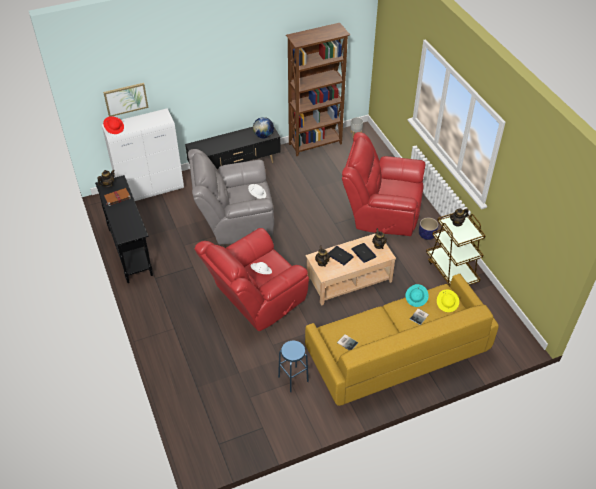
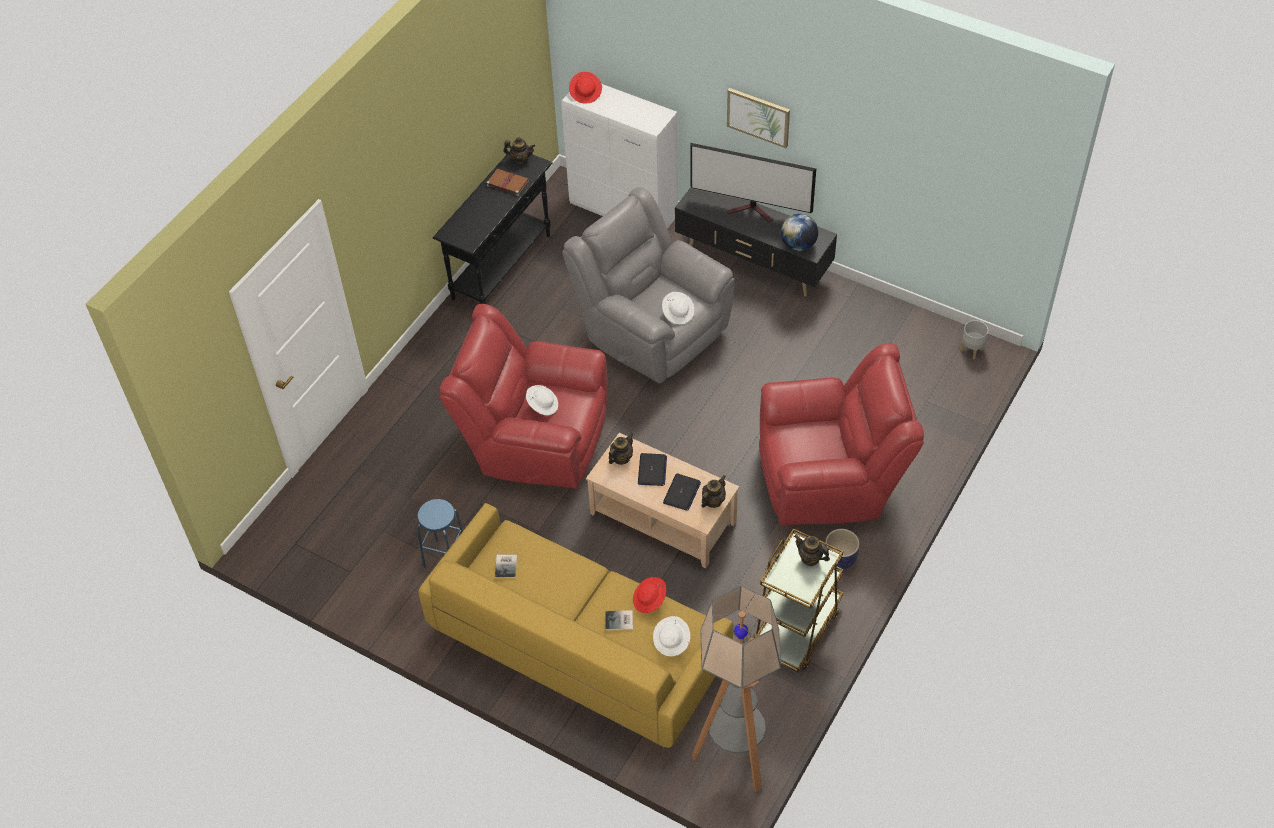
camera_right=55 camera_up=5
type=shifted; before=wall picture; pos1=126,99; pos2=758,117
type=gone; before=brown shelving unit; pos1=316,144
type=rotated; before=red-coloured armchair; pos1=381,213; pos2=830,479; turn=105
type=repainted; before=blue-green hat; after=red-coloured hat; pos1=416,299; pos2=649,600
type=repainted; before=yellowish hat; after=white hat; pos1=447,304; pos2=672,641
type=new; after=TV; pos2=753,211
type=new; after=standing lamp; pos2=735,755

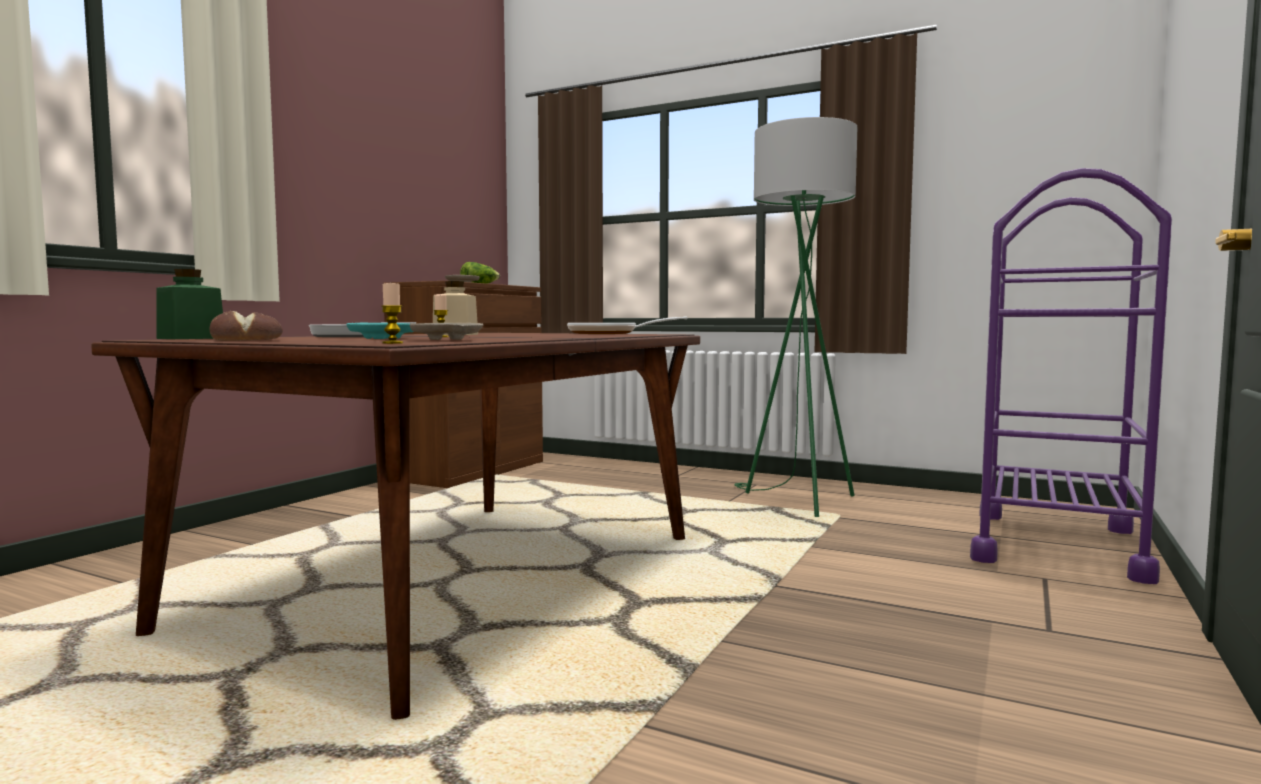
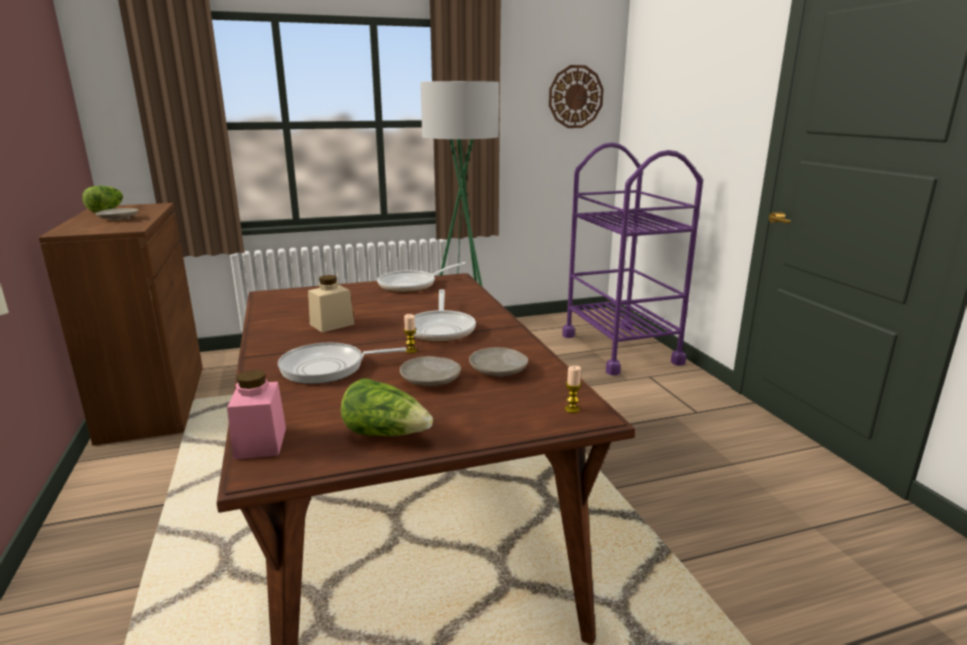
camera_right=-45 camera_up=15
type=repainted; before=green jar; after=pinkish jar; pos1=191,338; pos2=260,443
type=swapped; before=baked bread; after=lettuce; pos1=247,340; pos2=386,434
type=repainted; before=blue-green plate; after=beige plate; pos1=383,338; pos2=431,380
type=new; after=skillet; pos2=441,329
type=new; after=clock on the wall; pos2=575,97

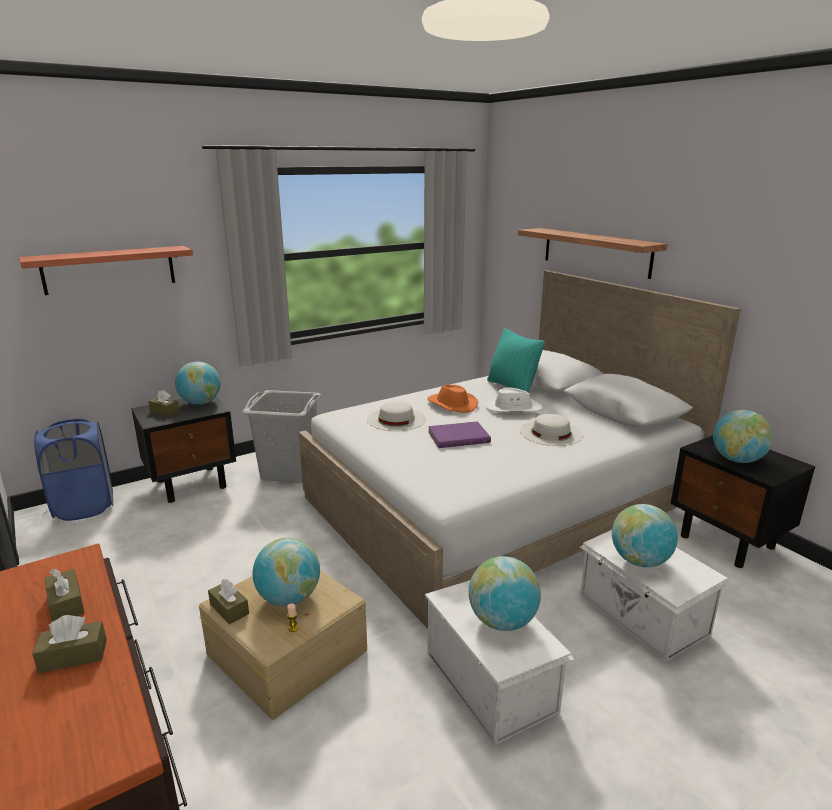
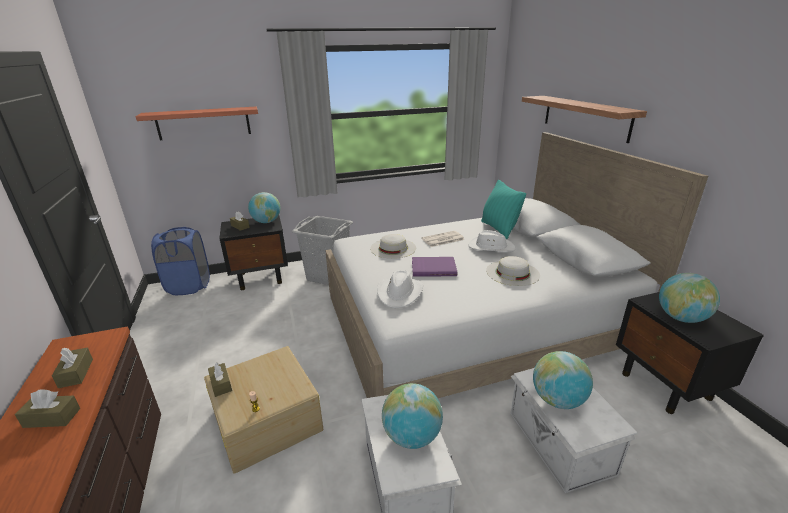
camera_right=15 camera_up=5
type=gone; before=desk globe; pos1=289,598
type=swapped; before=orange hat; after=daily paper; pos1=451,404; pos2=442,239
type=new; after=white hat; pos2=400,293

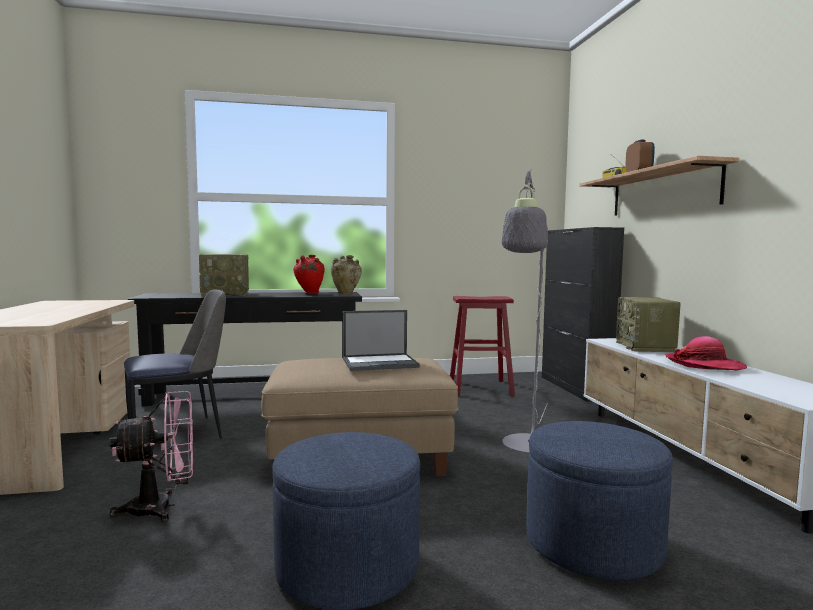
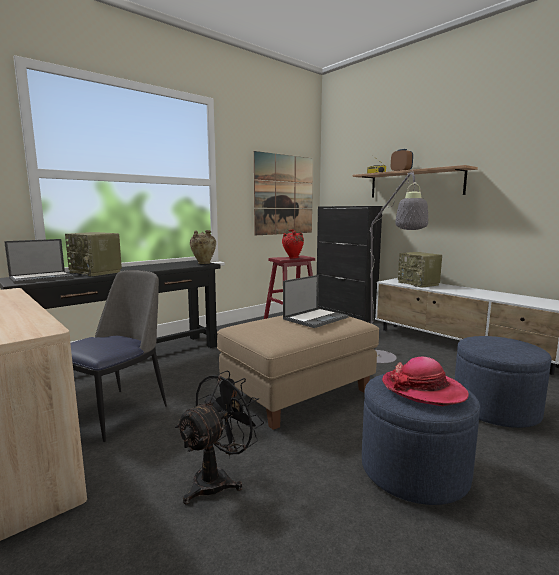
camera_right=-30 camera_up=5
type=repainted; before=pinkish cooling fan; after=black-coloured cooling fan; pos1=162,507; pos2=218,479
type=rotated; before=radio set; pos1=226,294; pos2=96,272; turn=75
type=shifted; before=red-coloured decorative vase; pos1=309,294; pos2=292,258
type=shifted; before=hat; pos1=704,365; pos2=423,389
type=new; after=laptop; pos2=42,278
type=new; after=wall picture; pos2=284,195

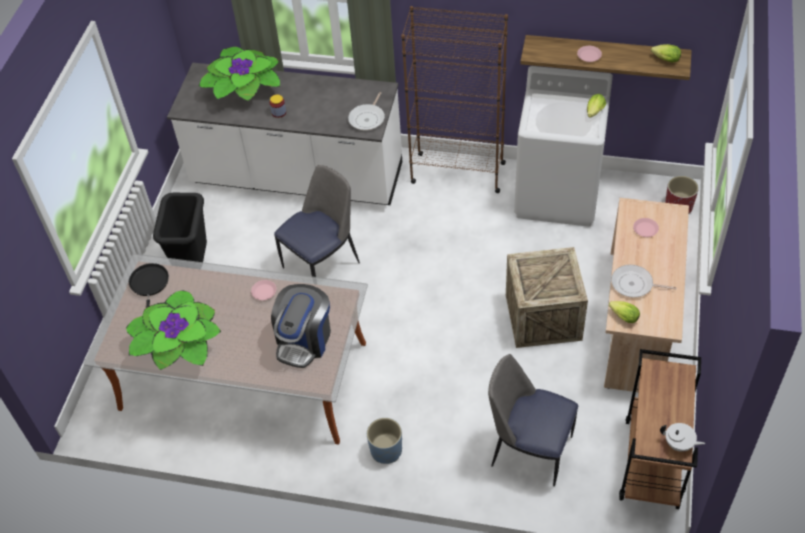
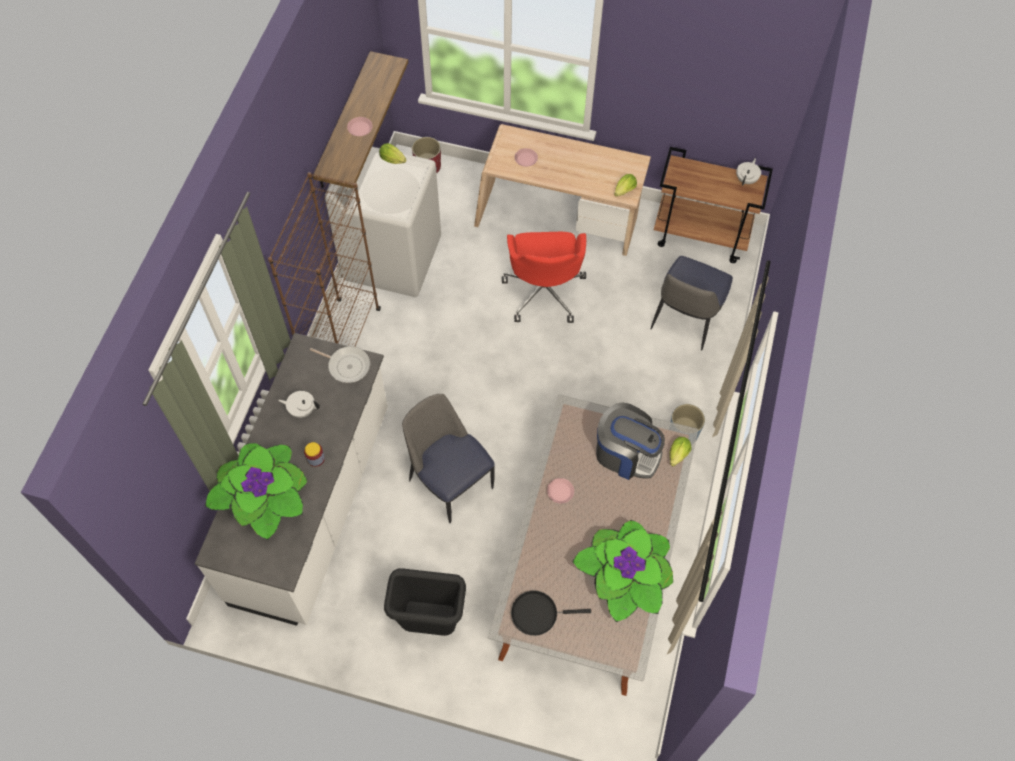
camera_right=-90 camera_up=10
type=swapped; before=shipping crate; after=red-coloured office chair; pos1=543,317; pos2=544,291
type=gone; before=skillet; pos1=634,284
type=shifted; before=lettuce; pos1=664,59; pos2=677,456
type=new; after=white tea pot; pos2=302,409

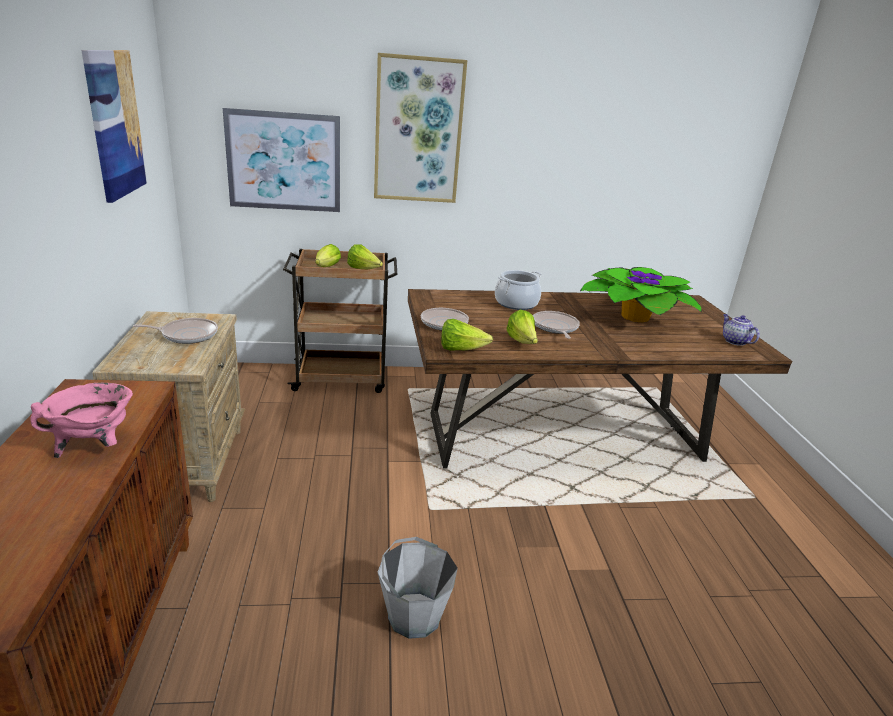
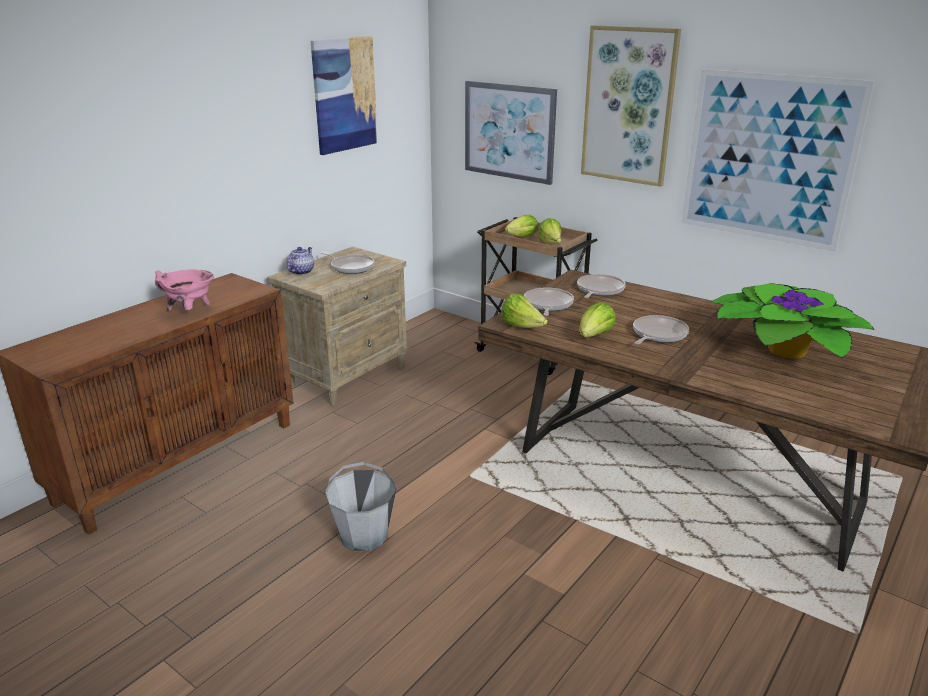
camera_right=45 camera_up=0
type=gone; before=saucepot; pos1=516,303
type=shifted; before=tea pot; pos1=734,341; pos2=301,271
type=new; after=skillet; pos2=599,290
type=new; after=wall picture; pos2=768,158

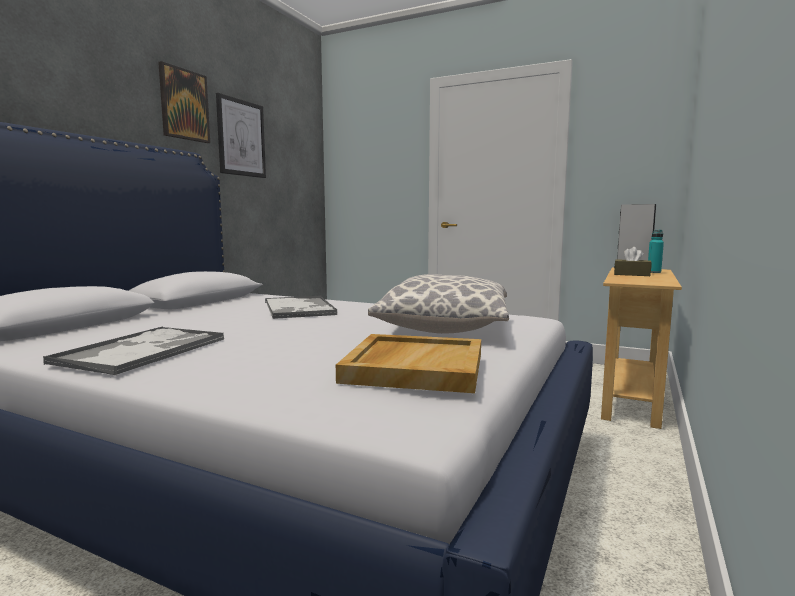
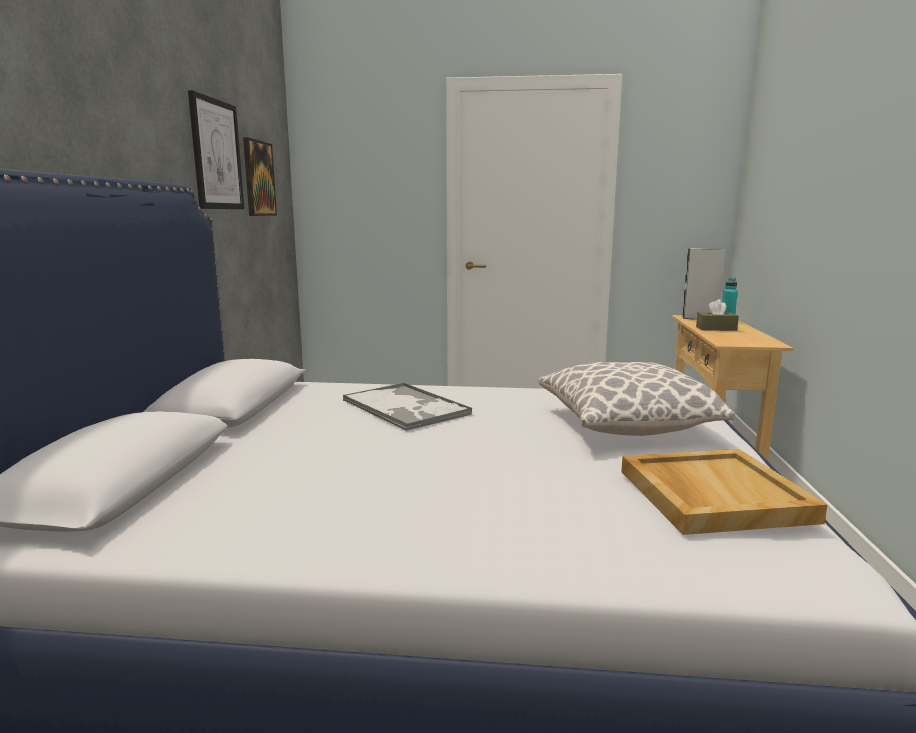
camera_right=-20 camera_up=5
type=gone; before=carrying tray; pos1=143,350
type=shifted; before=wall picture; pos1=184,105; pos2=258,178

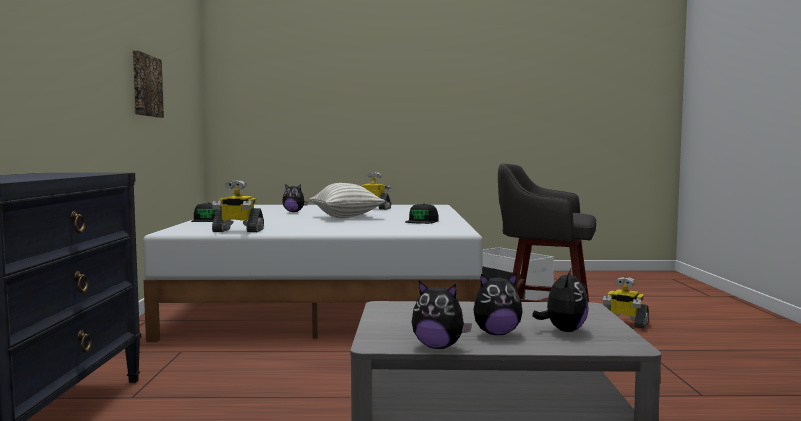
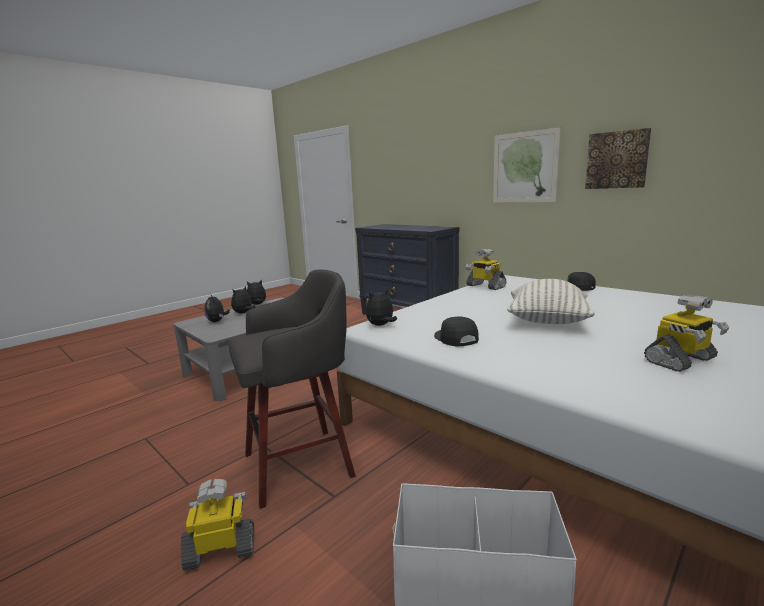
camera_right=135 camera_up=10
type=rotated; before=toy robot; pos1=237,231; pos2=485,286; turn=-90
type=shifted; before=soft toy; pos1=294,212; pos2=381,325
type=new; after=wall picture; pos2=524,167

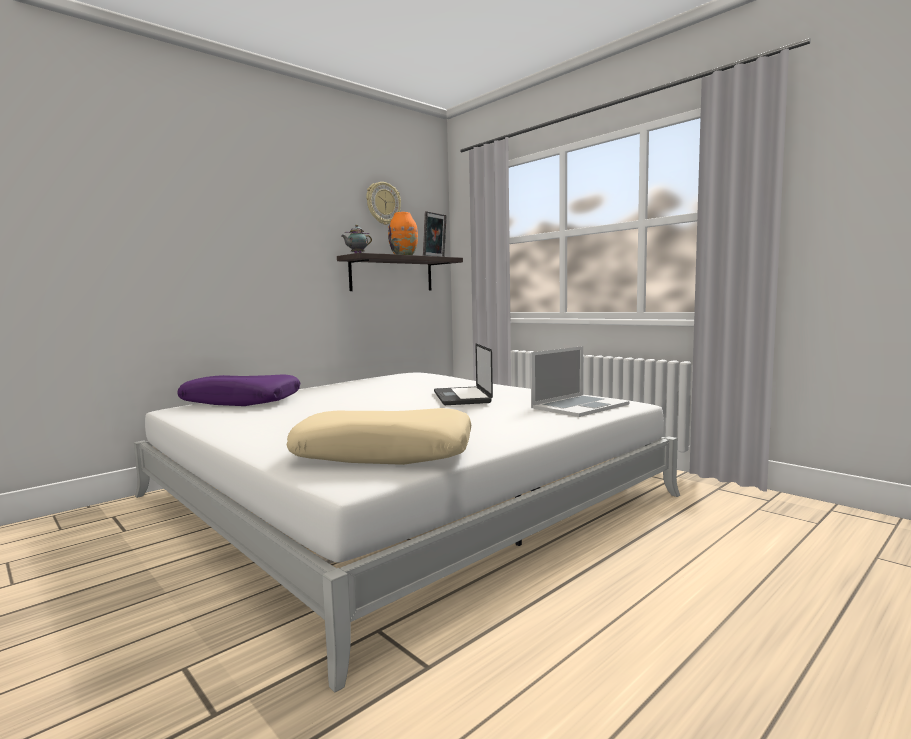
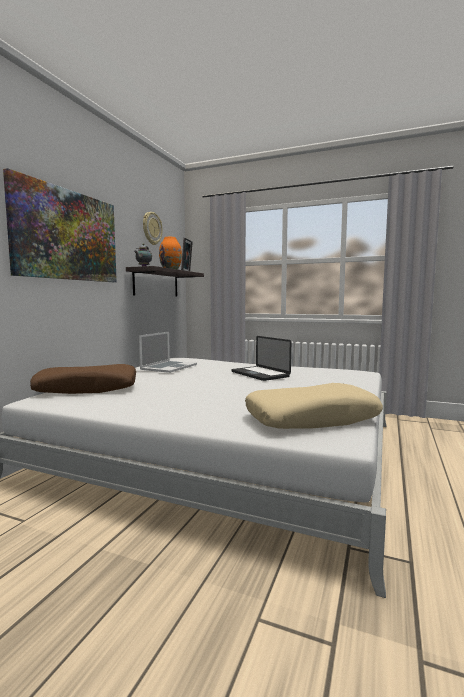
camera_right=-25 camera_up=0
type=repainted; before=purple-coloured throw pillow; after=brown throw pillow; pos1=242,401; pos2=87,389
type=shifted; before=laptop; pos1=579,406; pos2=168,367
type=new; after=wall picture; pos2=67,235

